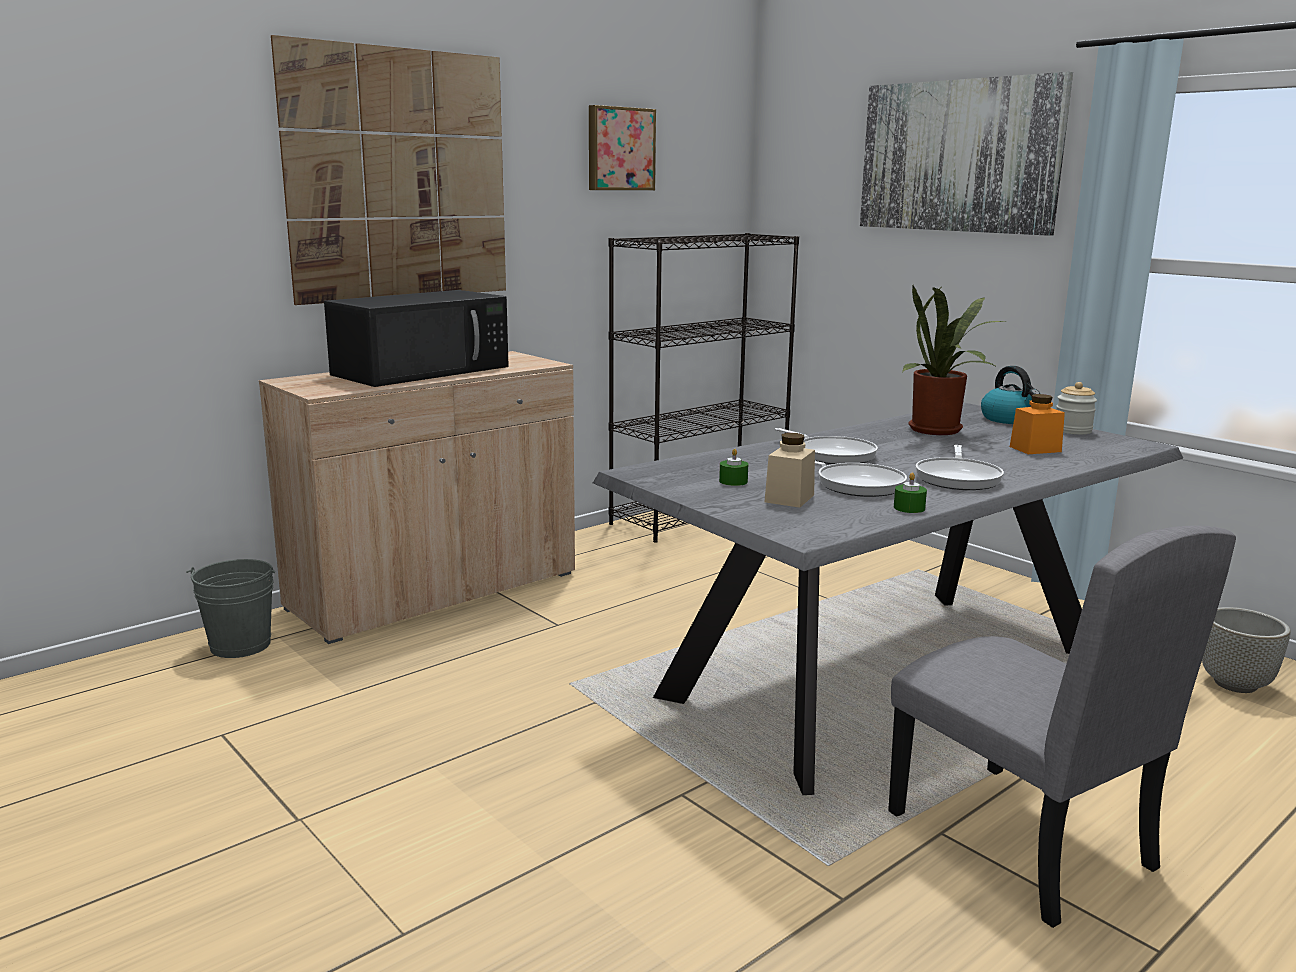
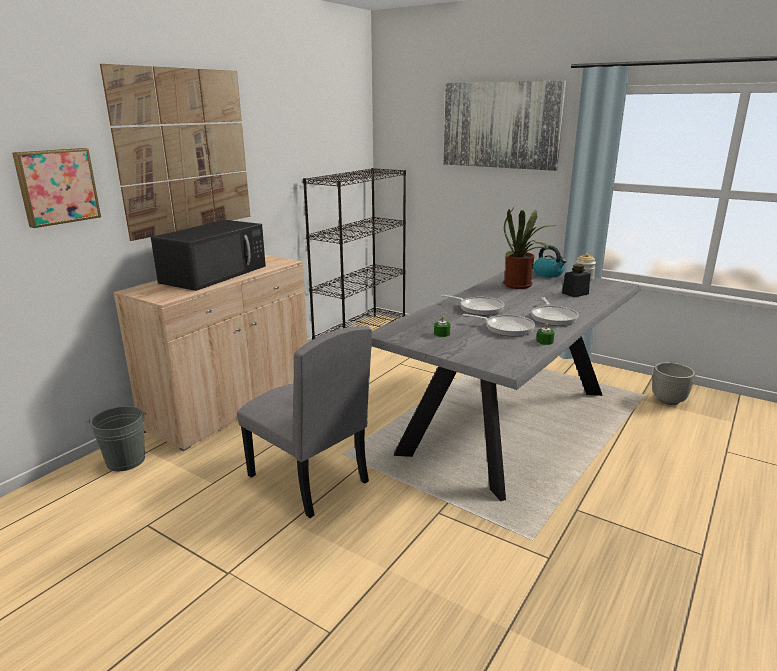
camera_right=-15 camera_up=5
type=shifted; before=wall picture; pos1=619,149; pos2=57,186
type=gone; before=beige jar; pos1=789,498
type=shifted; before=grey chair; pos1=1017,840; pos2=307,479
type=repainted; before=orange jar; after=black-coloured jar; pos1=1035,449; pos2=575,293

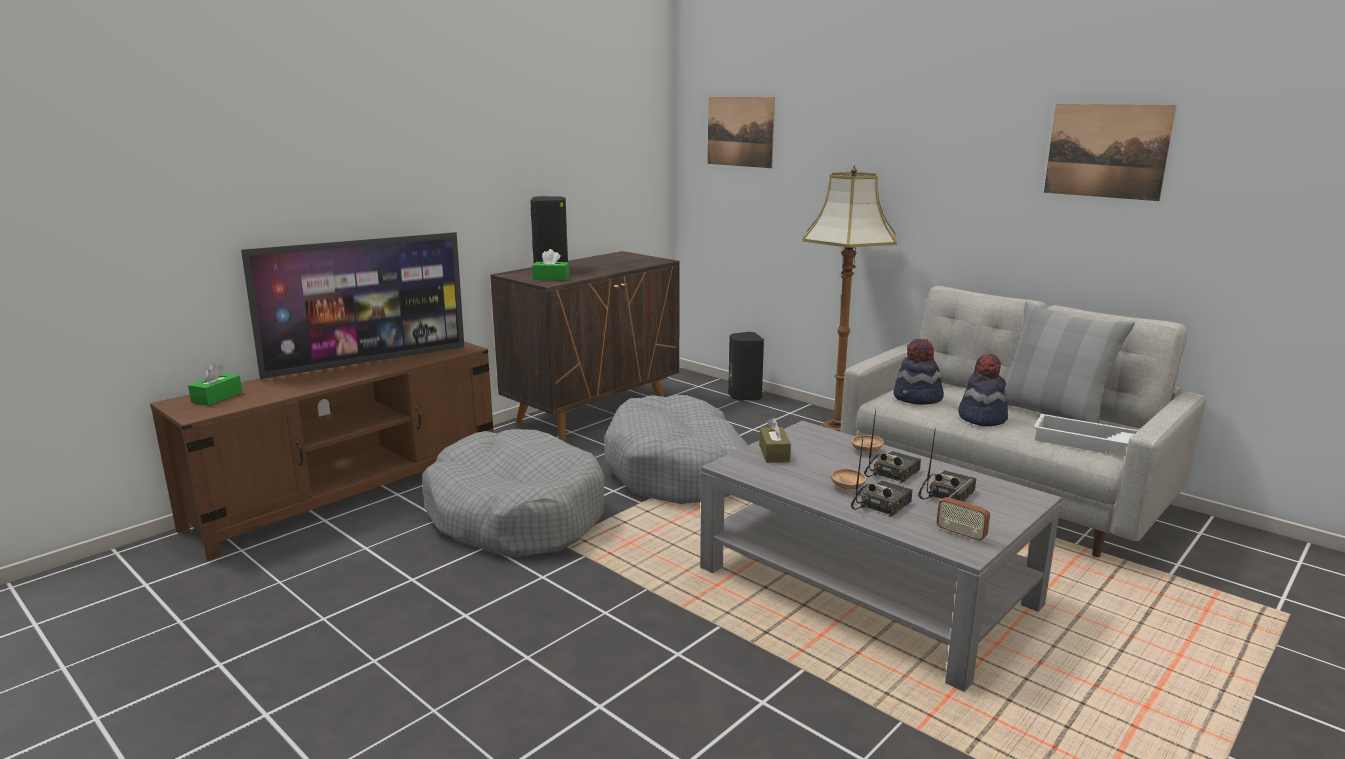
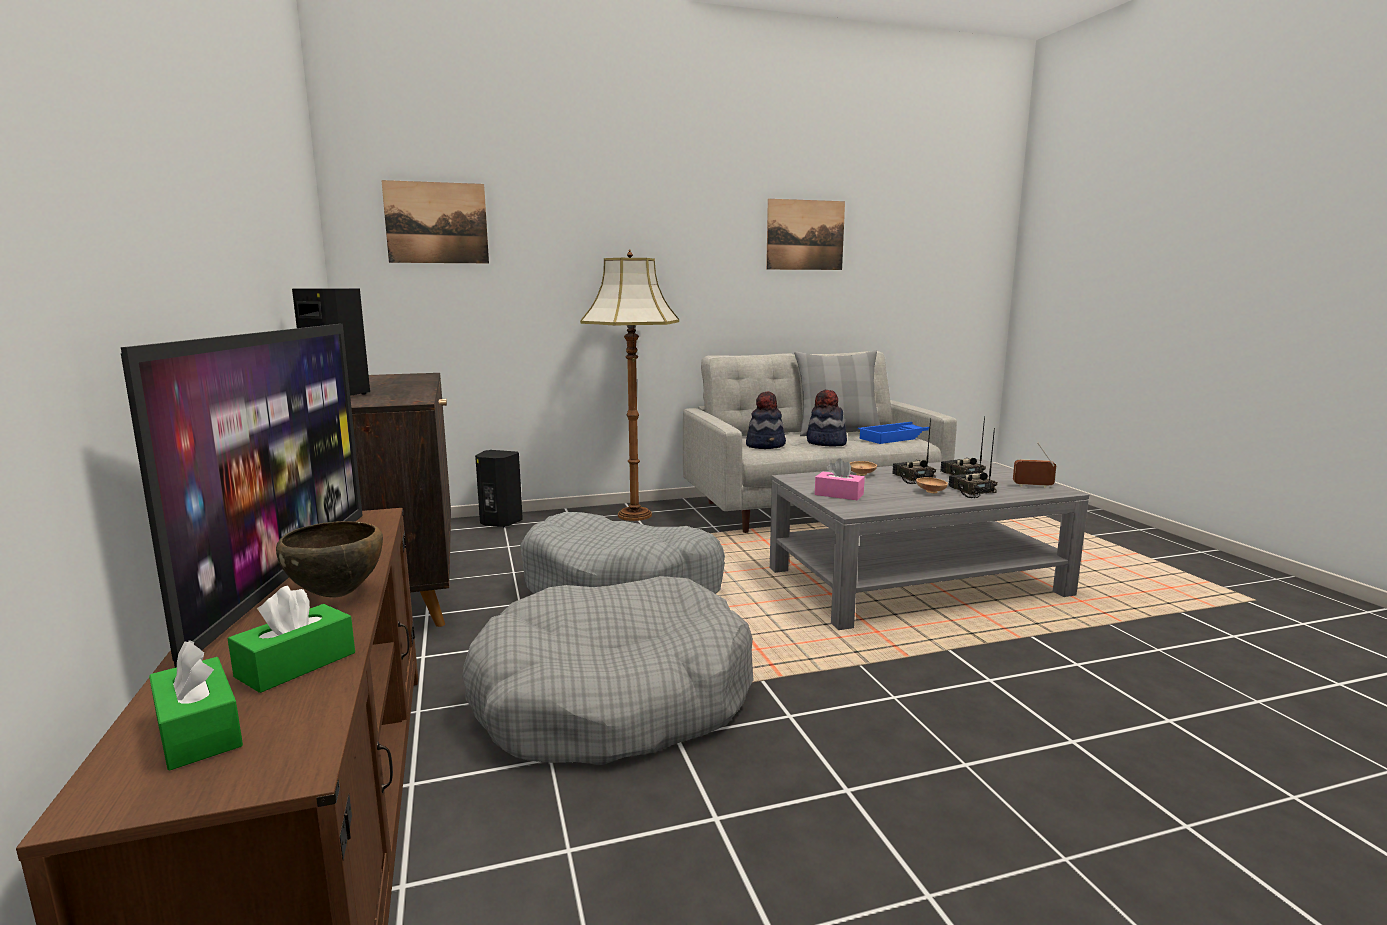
camera_right=-60 camera_up=-5
type=shifted; before=green tissue holder; pos1=551,278; pos2=296,665
type=repainted; before=brown tissue holder; after=pinkish tissue holder; pos1=774,453; pos2=839,494
type=rotated; before=radio set; pos1=961,535; pos2=1032,486; turn=-150
type=repainted; before=white carrying tray; after=blue-coloured carrying tray; pos1=1090,444; pos2=898,437
type=new; after=brown deep dish; pos2=338,594

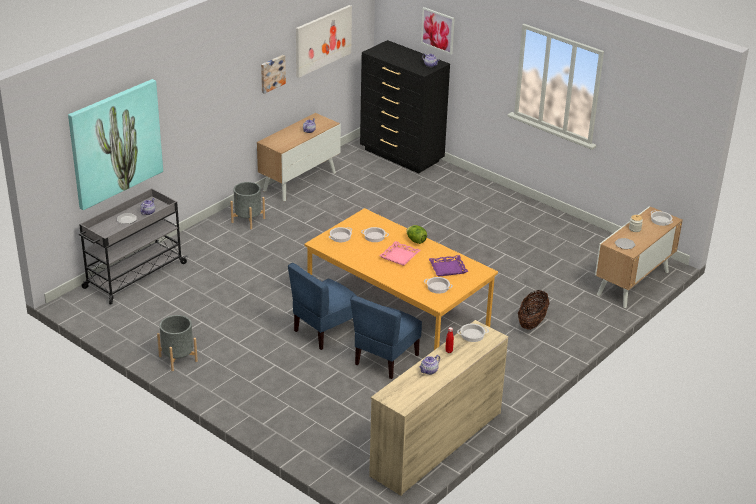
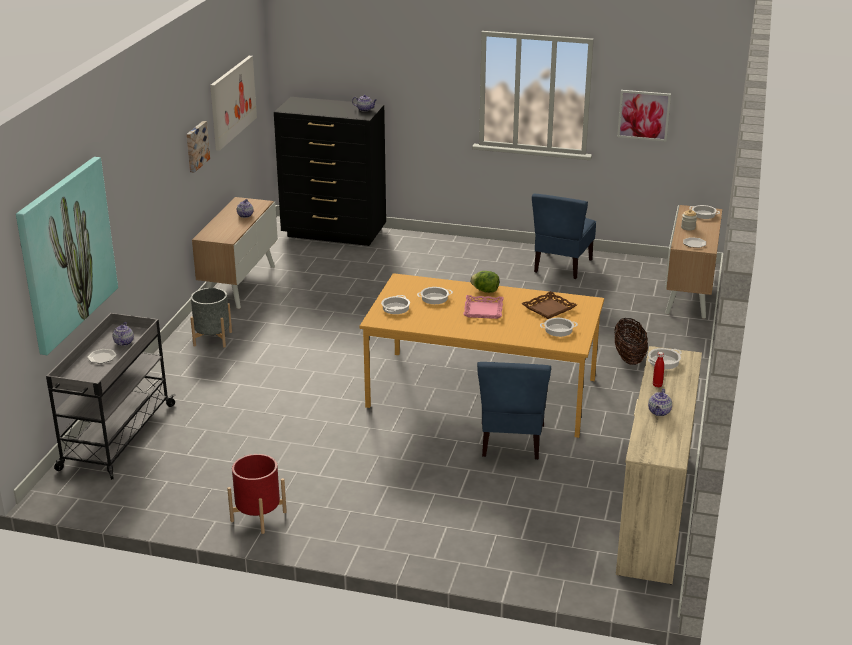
camera_right=-25 camera_up=-5
type=repainted; before=grey planter; after=red-coloured planter; pos1=178,358; pos2=258,516
type=shifted; before=blue-coloured chair; pos1=325,331; pos2=562,266
type=shifted; before=wall picture; pos1=438,30; pos2=643,115
type=repainted; before=purple-coloured carrying tray; after=brown carrying tray; pos1=448,268; pos2=548,308

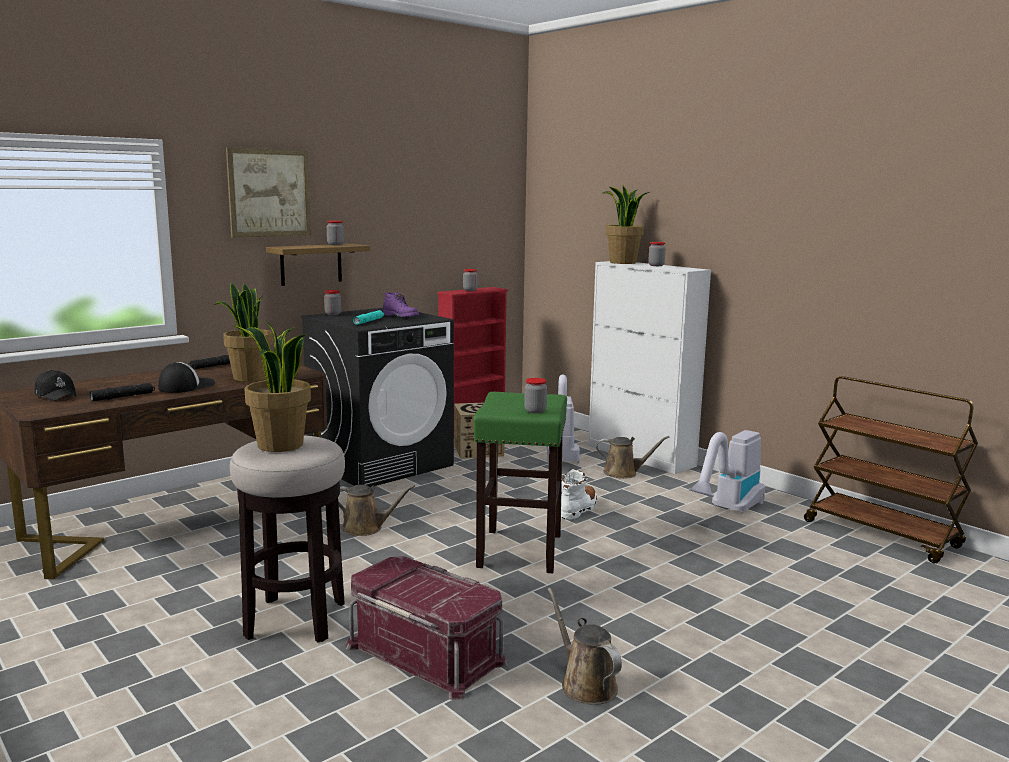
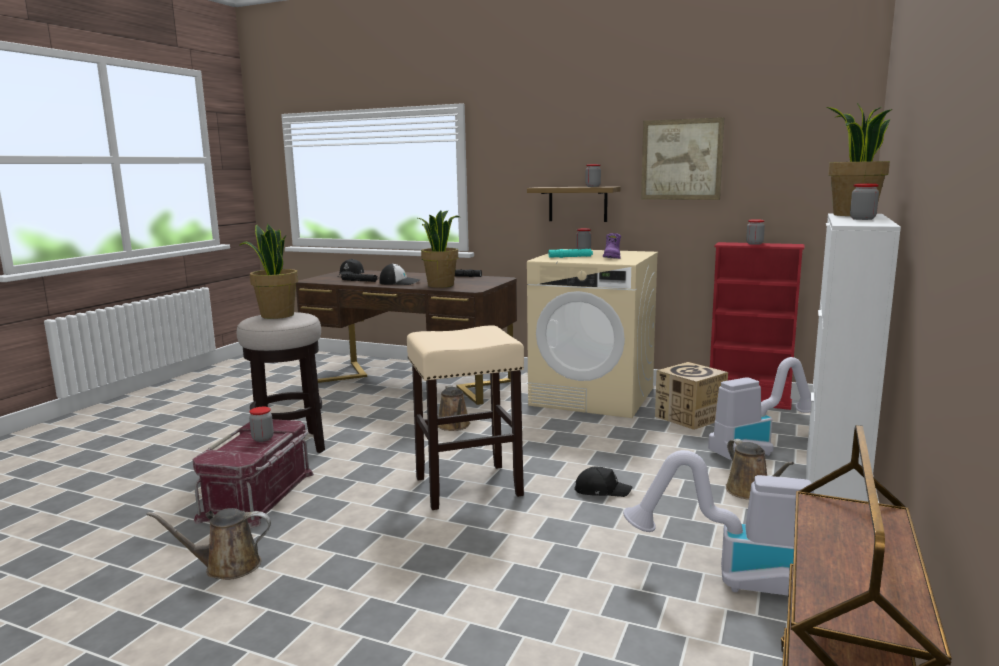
camera_right=65 camera_up=0
type=shifted; before=wall picture; pos1=269,193; pos2=681,159
type=repainted; before=black-coloured laundry machine; after=beige laundry machine; pos1=381,463; pos2=593,396
type=repainted; before=green sitting stool; after=beige sitting stool; pos1=520,551; pos2=467,487
type=shifted; before=jar; pos1=535,411; pos2=263,438
type=rotated; before=brown watering can; pos1=585,684; pos2=227,566; turn=-135
type=swapped; before=white boot; after=black-coloured cap; pos1=578,509; pos2=601,490

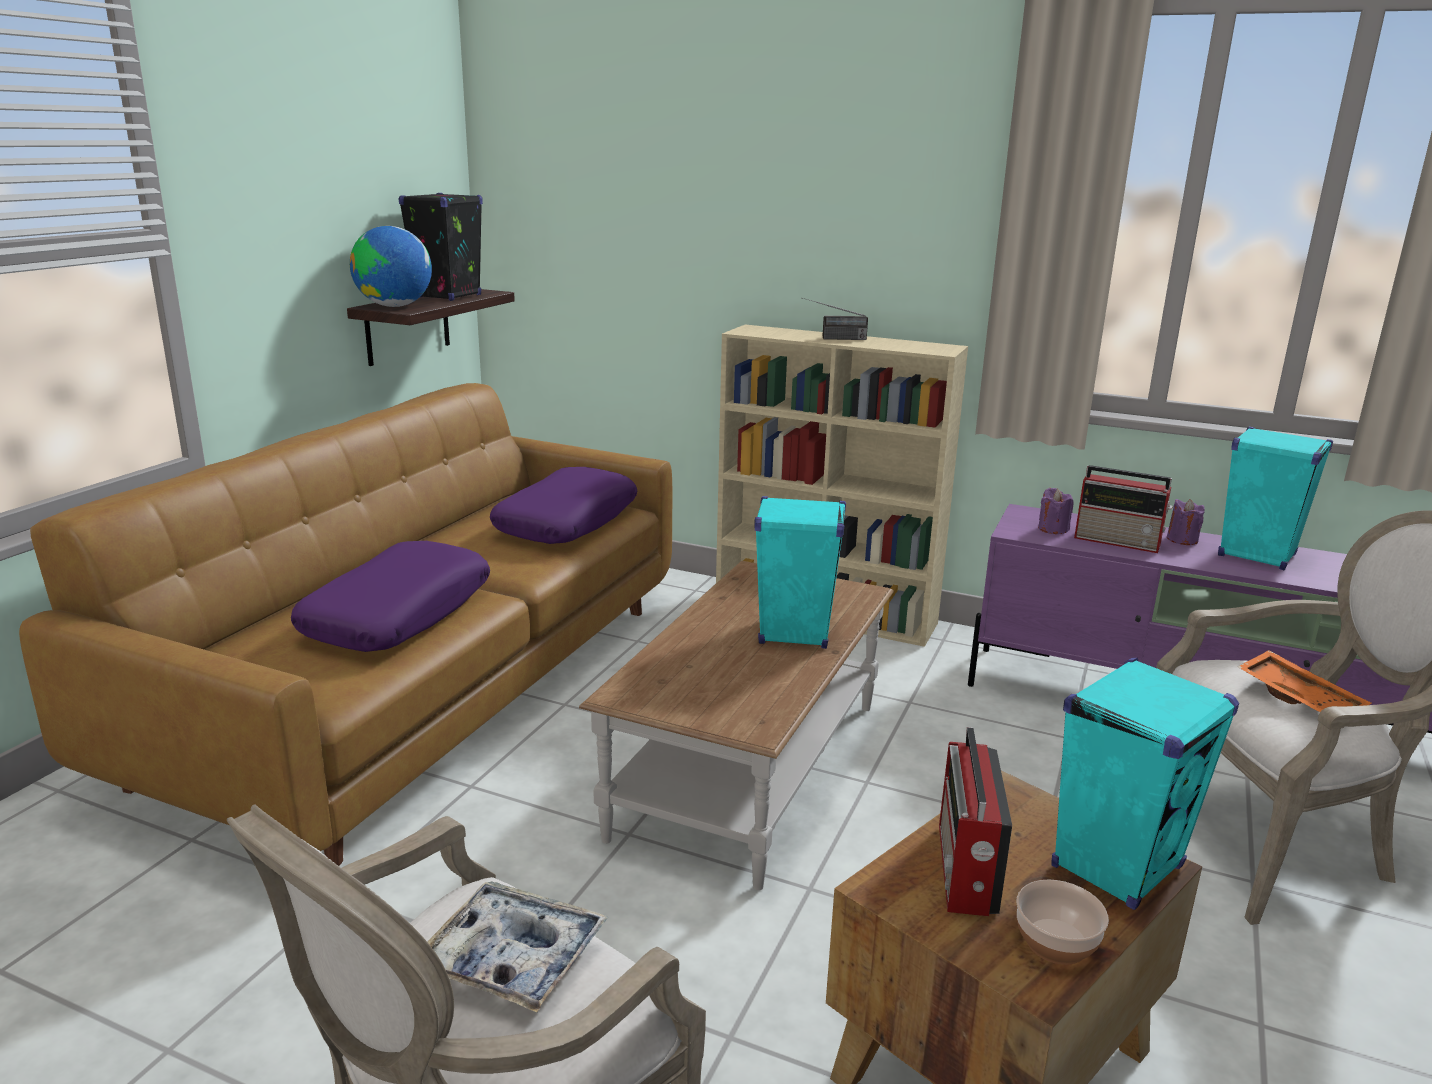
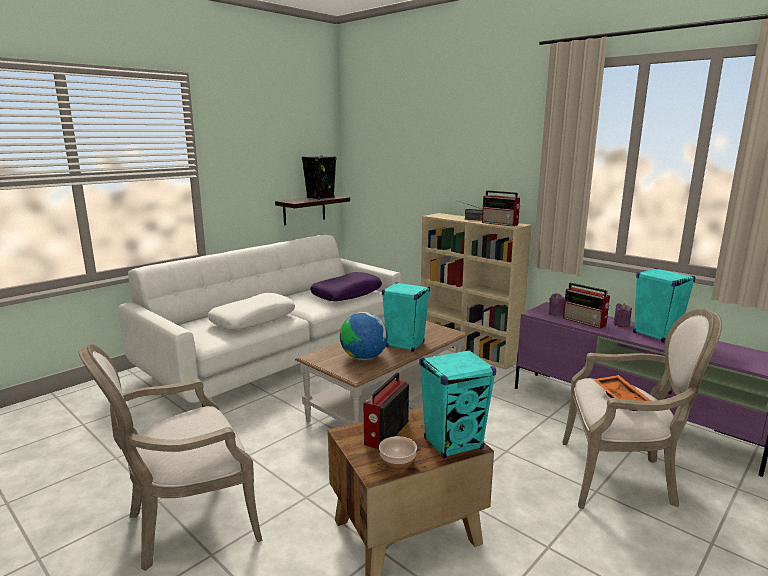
camera_right=20 camera_up=-5
type=repainted; before=brown sofa; after=white sofa; pos1=423,685; pos2=277,356
type=repainted; before=purple-coloured throw pillow; after=white throw pillow; pos1=398,614; pos2=253,320
type=shifted; before=desk globe; pos1=394,306; pos2=364,358
type=gone; before=carrying tray; pos1=512,957
type=new; after=radio set; pos2=500,223

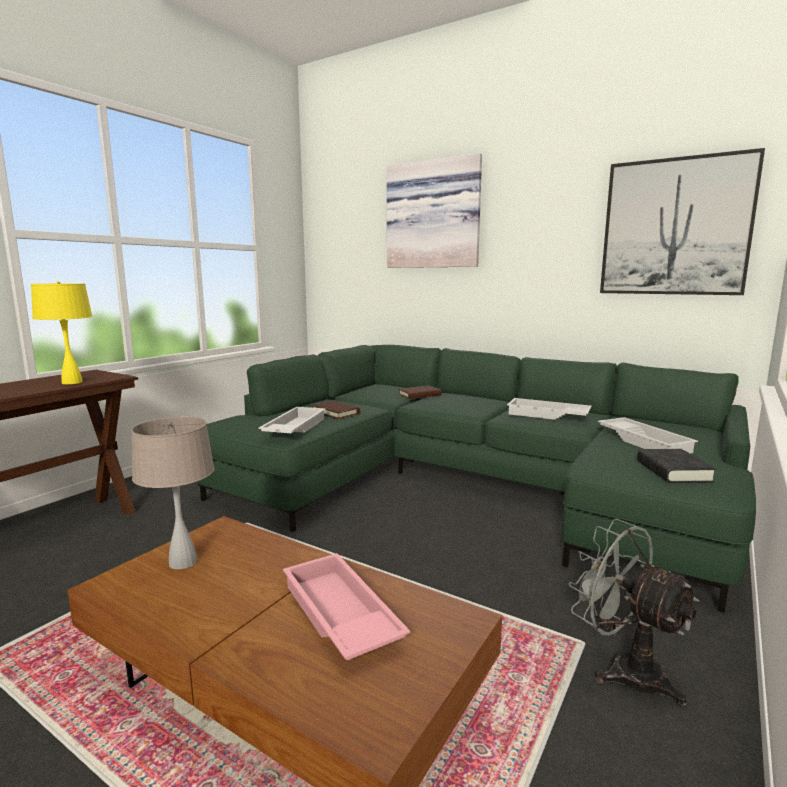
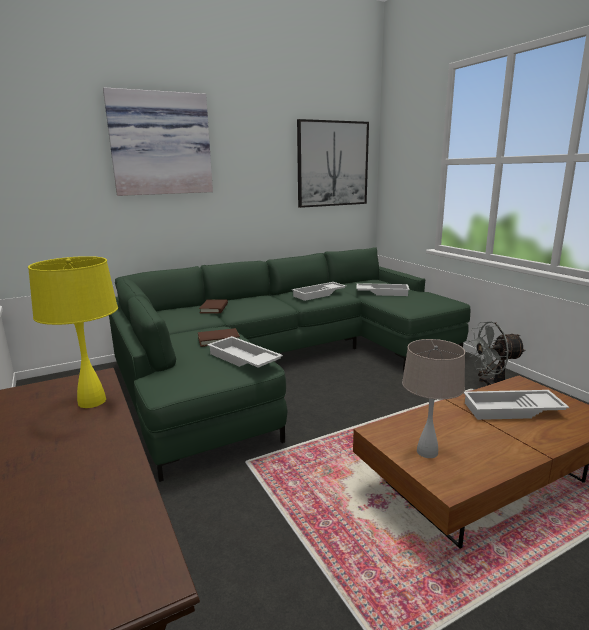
camera_right=-60 camera_up=5
type=repainted; before=pinkish carrying tray; after=white carrying tray; pos1=337,616; pos2=512,410
type=gone; before=black-coloured volume; pos1=673,471

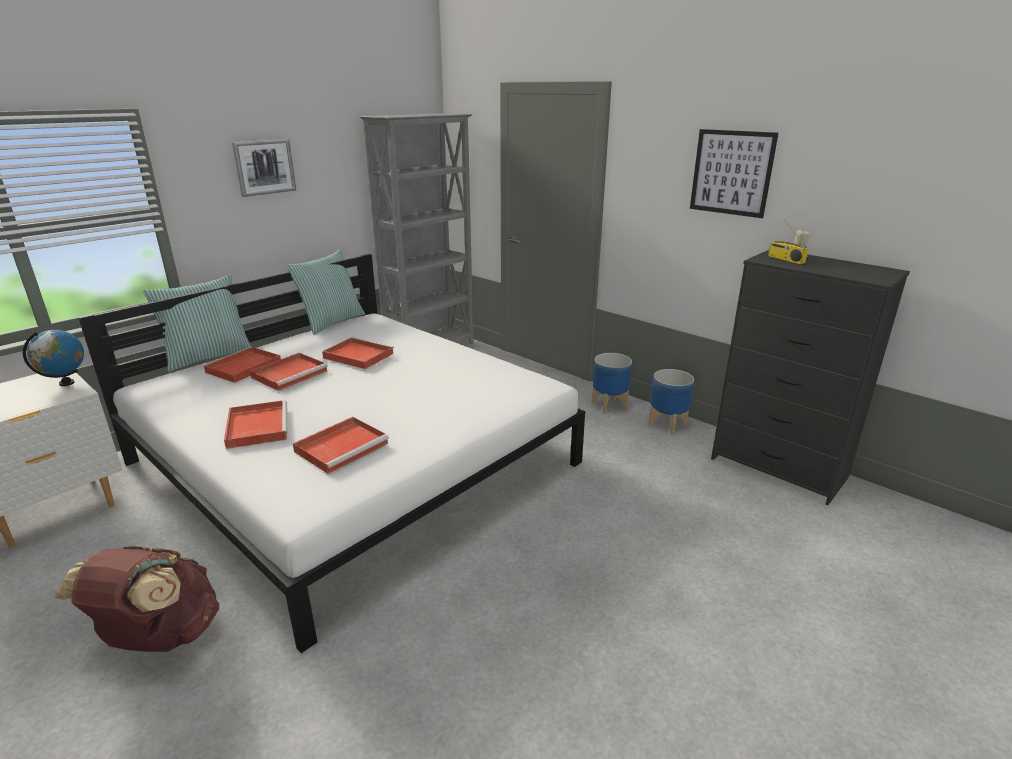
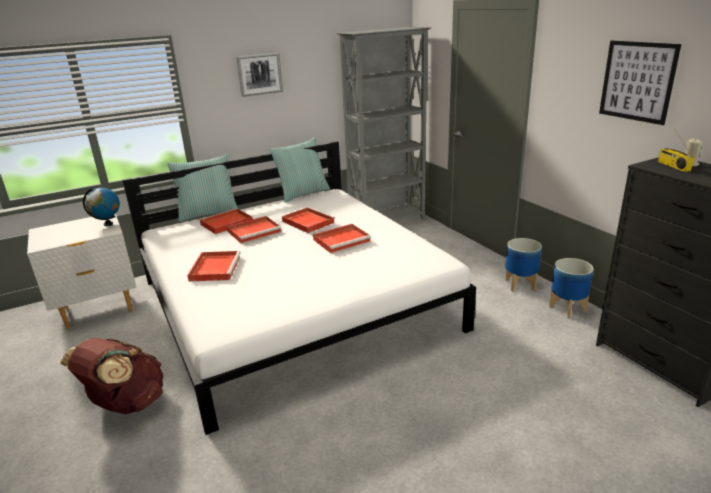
camera_right=20 camera_up=0
type=shifted; before=red-coloured carrying tray; pos1=343,446; pos2=342,240

